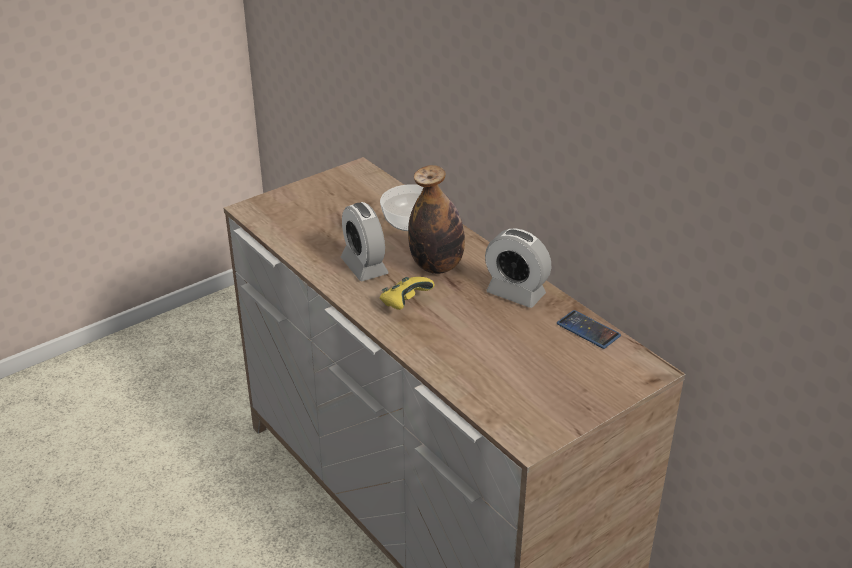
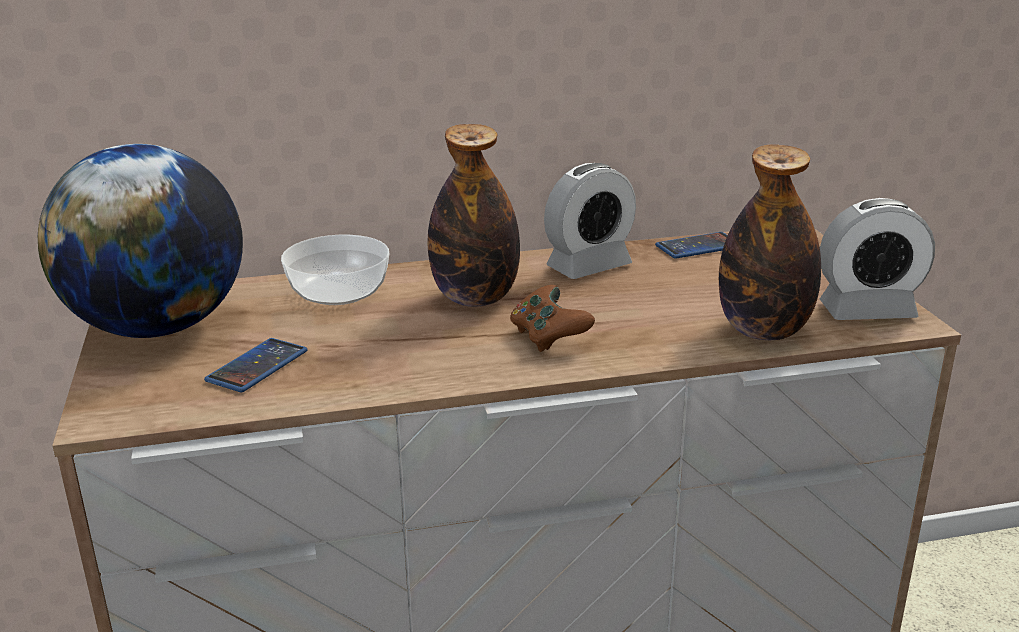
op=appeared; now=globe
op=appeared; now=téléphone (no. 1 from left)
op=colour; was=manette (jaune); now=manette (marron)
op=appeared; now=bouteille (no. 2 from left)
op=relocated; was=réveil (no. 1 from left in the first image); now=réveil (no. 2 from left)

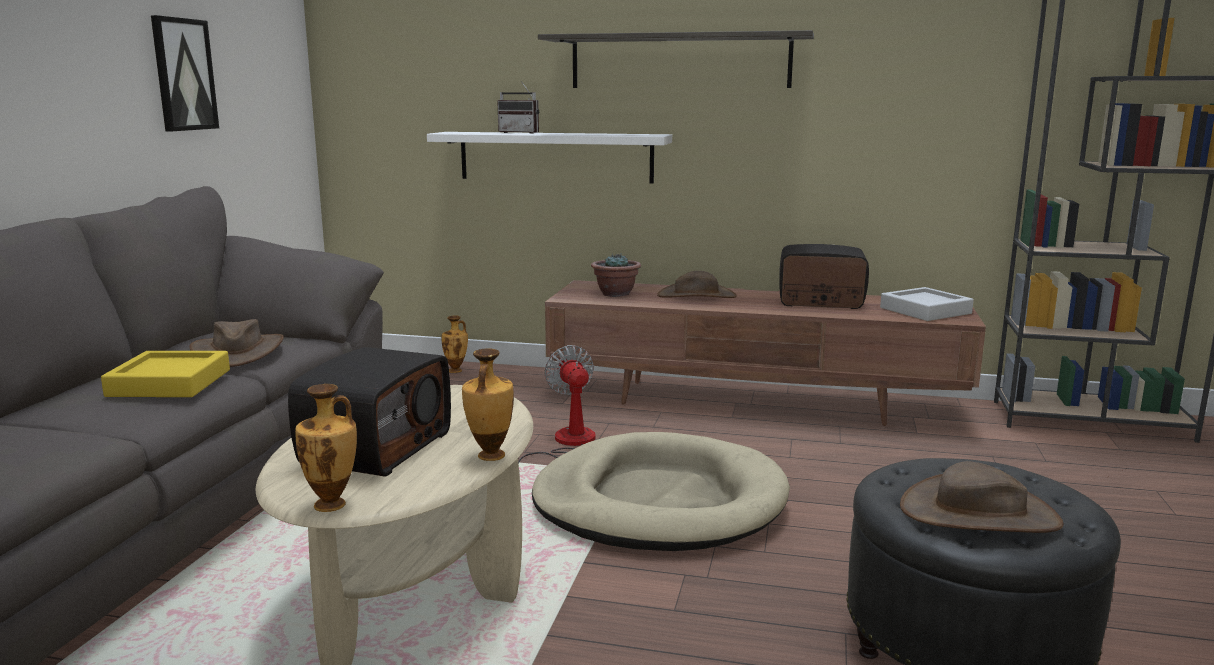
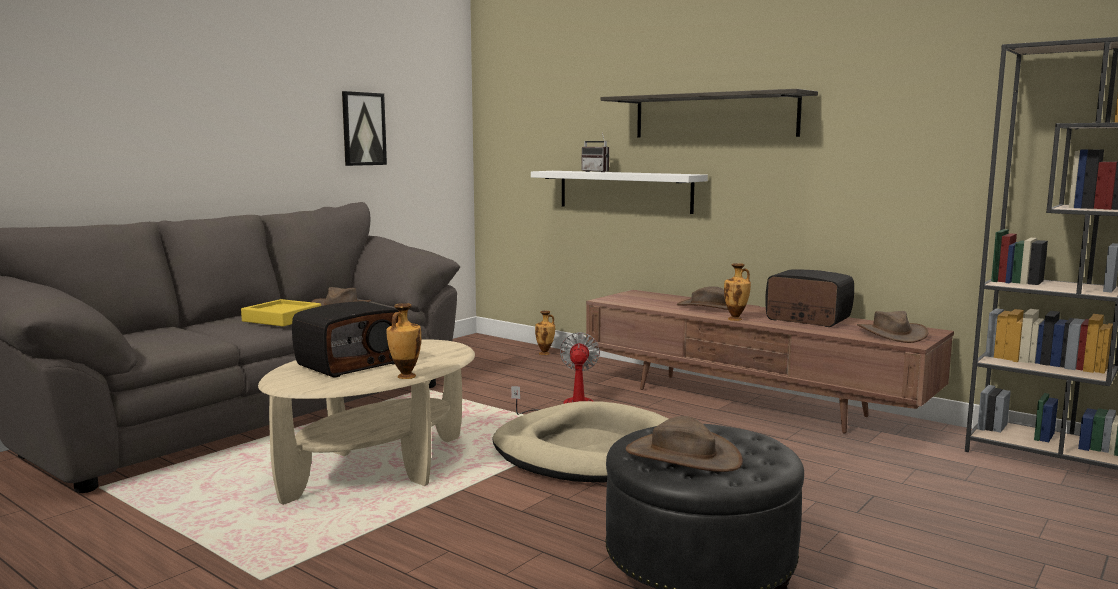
op=relocated; was=vase (no. 1 from left in the first image); now=vase (no. 3 from left)
op=exchanged; was=plateau (gris); now=chapeau (marron) (no. 4 from left)
op=missing; was=plante en pot

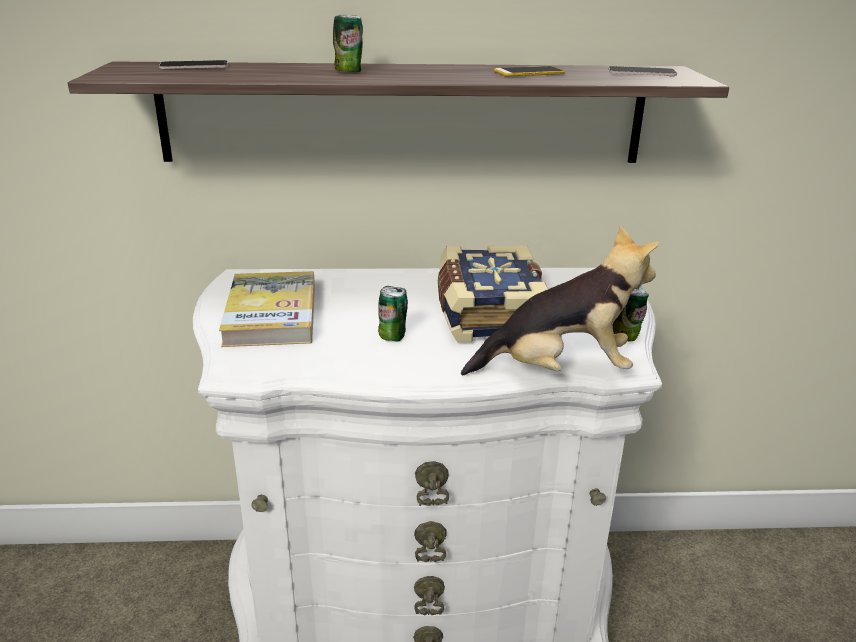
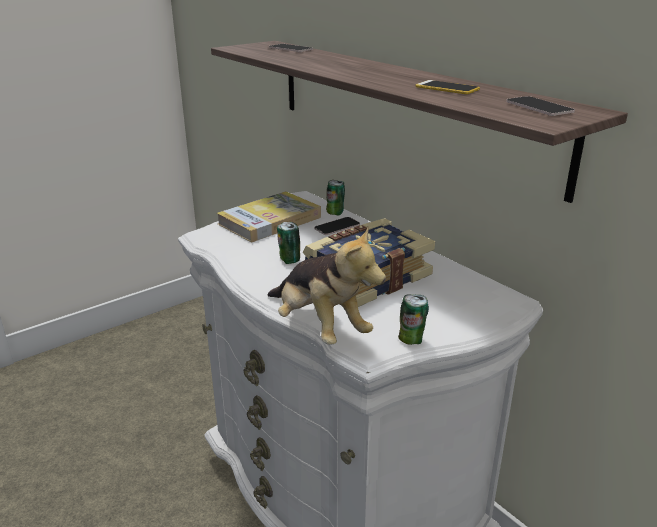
op=appeared; now=téléphone (no. 2 from left)
op=relocated; was=boîte métallique (no. 1 from left in the first image); now=boîte métallique (no. 2 from left)

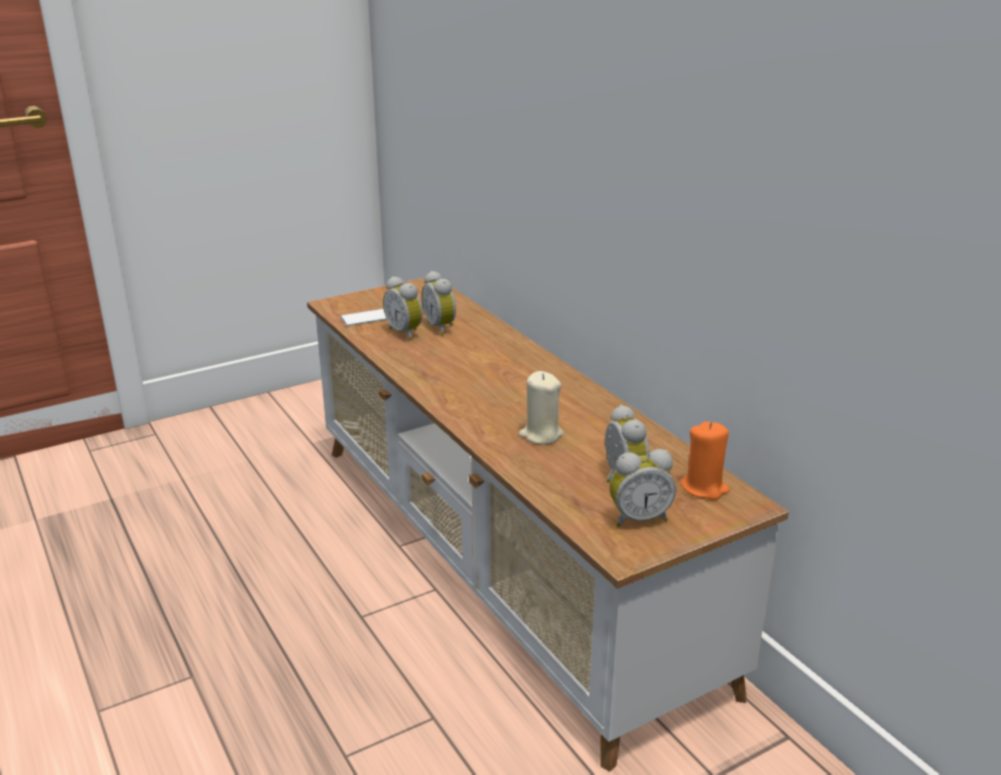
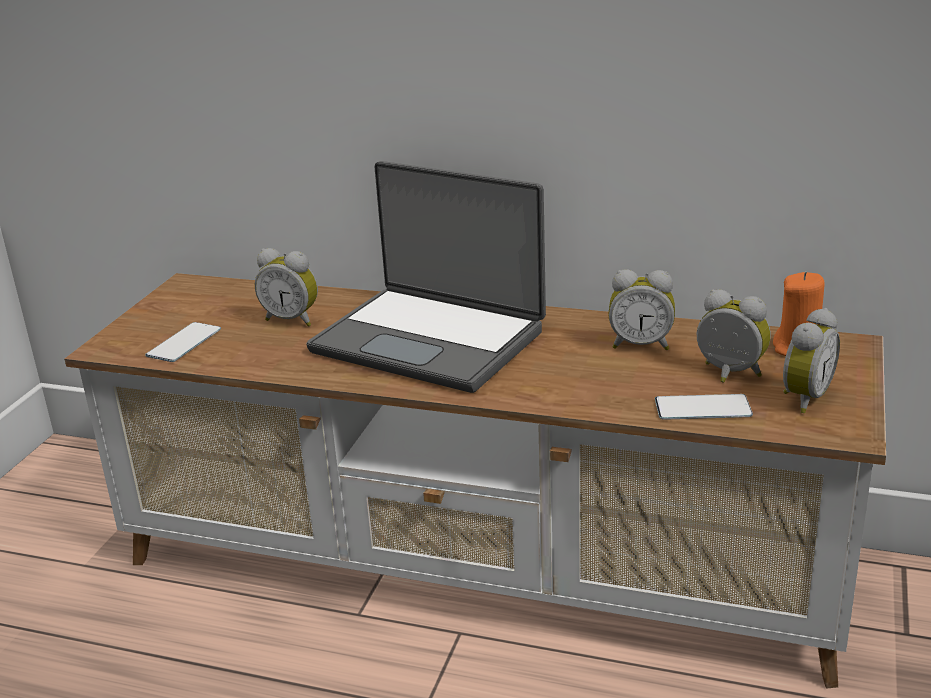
op=appeared; now=ordinateur portable
op=relocated; was=réveil (no. 1 from left in the first image); now=réveil (no. 2 from left)
op=appeared; now=téléphone (no. 2 from left)
op=missing; was=bougie (beige)

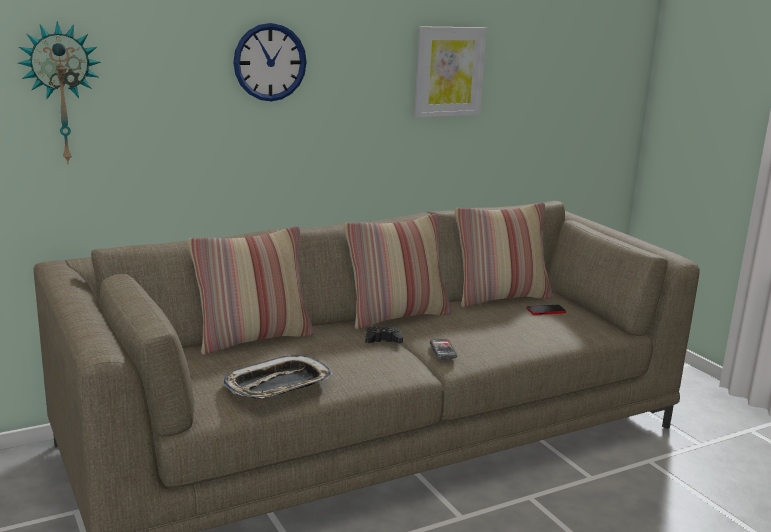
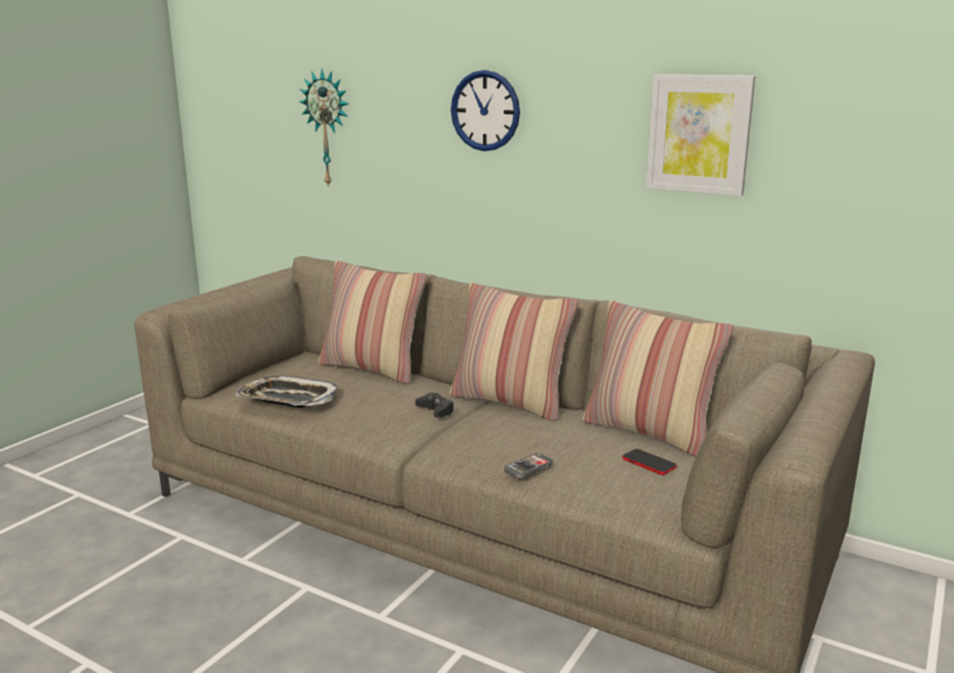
op=relocated; was=téléphone (no. 1 from left)

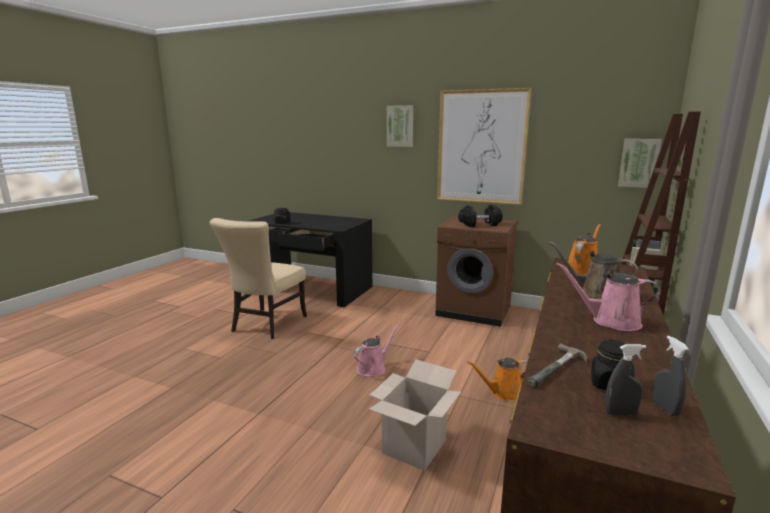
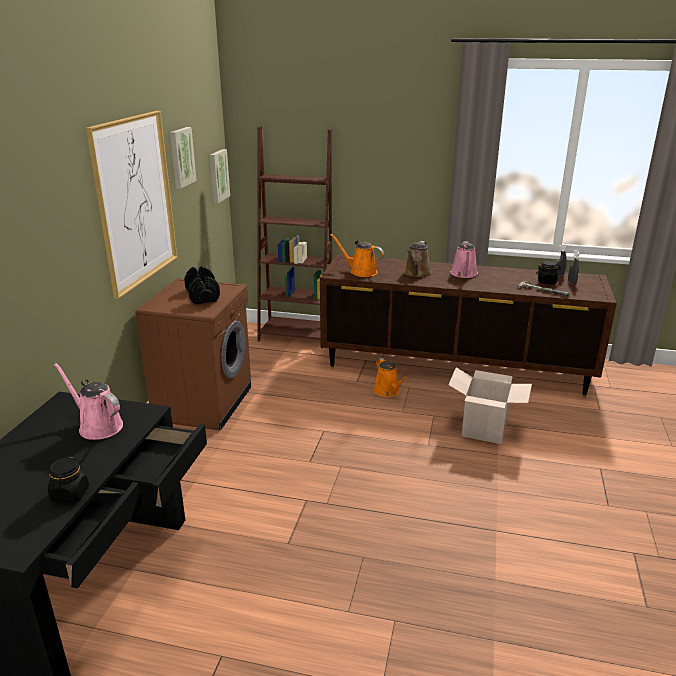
op=relocated; was=arrosoir (rose) (no. 1 from left)
op=relocated; was=tableau (no. 1 from left in the first image); now=tableau (no. 2 from left)
op=missing; was=chaise (beige)

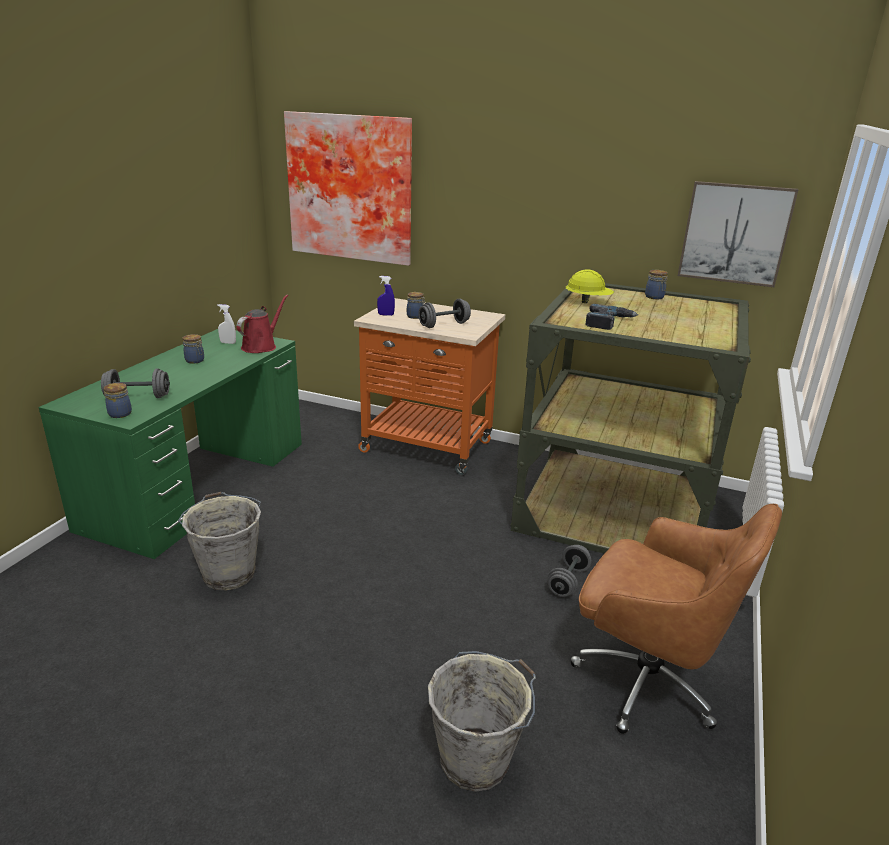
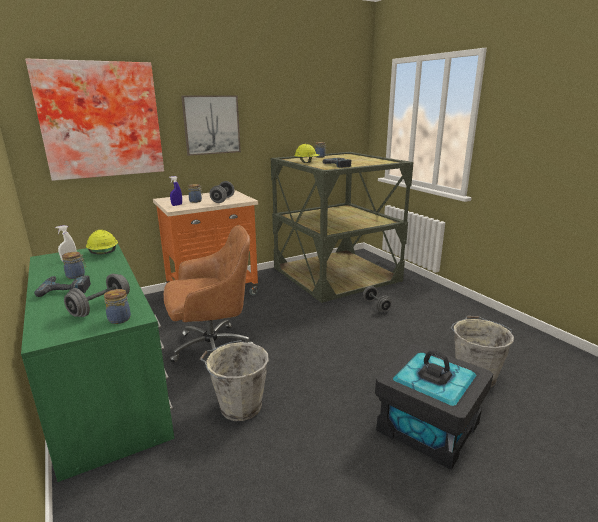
op=appeared; now=perceuse (no. 1 from left)
op=exchanged; was=arrosoir (rouge); now=casque de chantier (jaune) (no. 1 from left)
op=relocated; was=chaise de bureau (marron)
op=relocated; was=tableau (no. 2 from left)
op=appeared; now=boîte de rangement (noir)

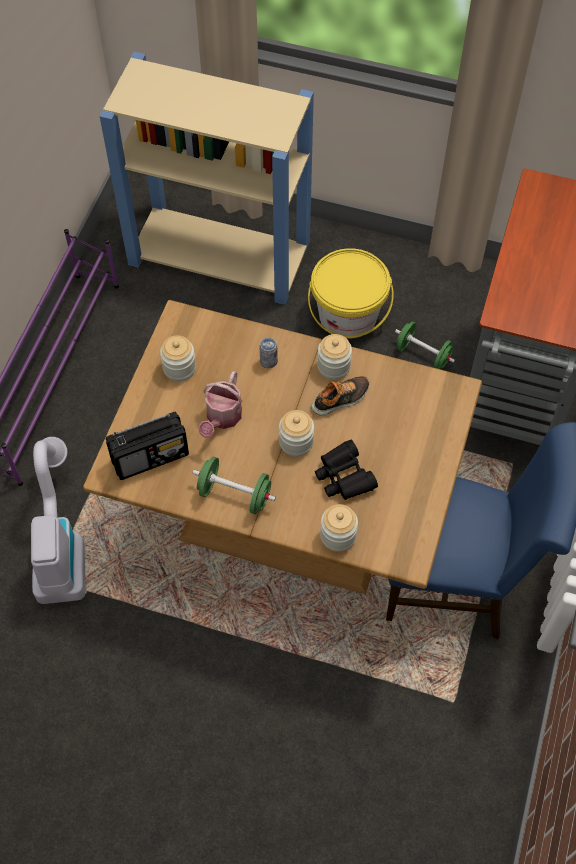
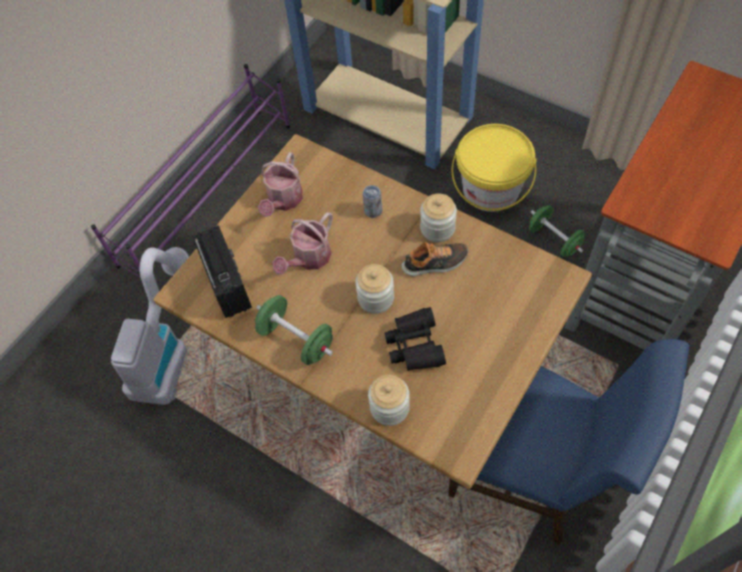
op=spun; was=radio; clockwise=-105
op=exchanged; was=bocal (no. 1 from left); now=arrosoir (no. 1 from left)

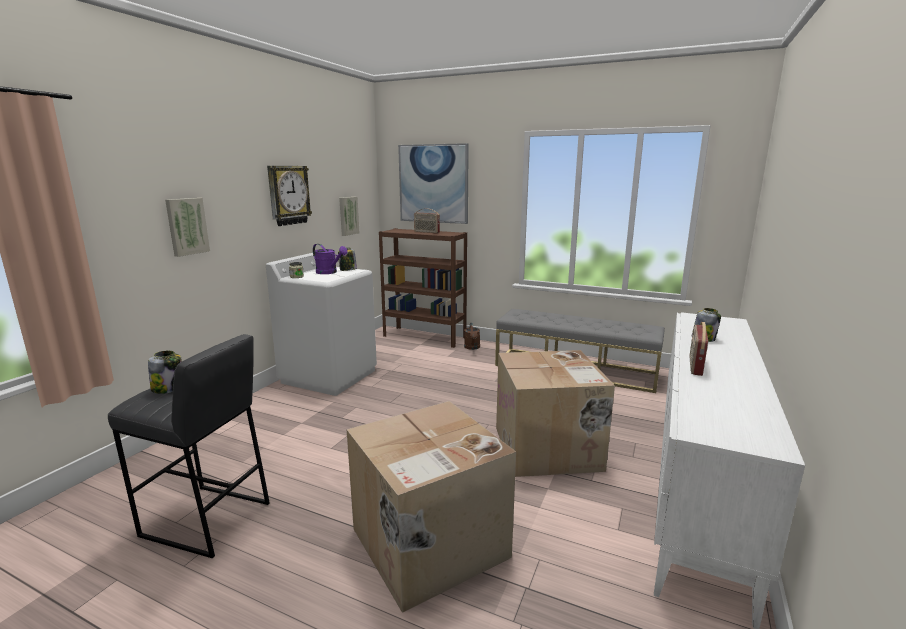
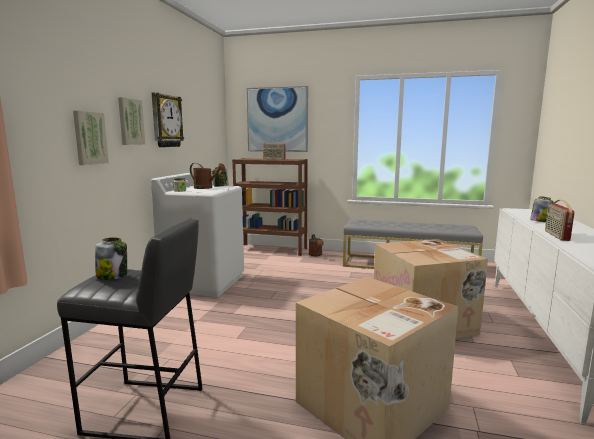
op=relocated; was=tableau (no. 2 from left)
op=colour; was=arrosoir (violet); now=arrosoir (marron) (no. 1 from left)

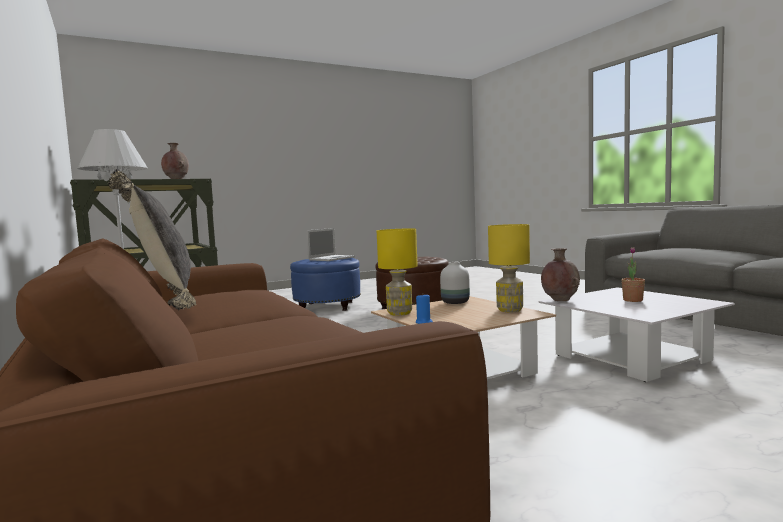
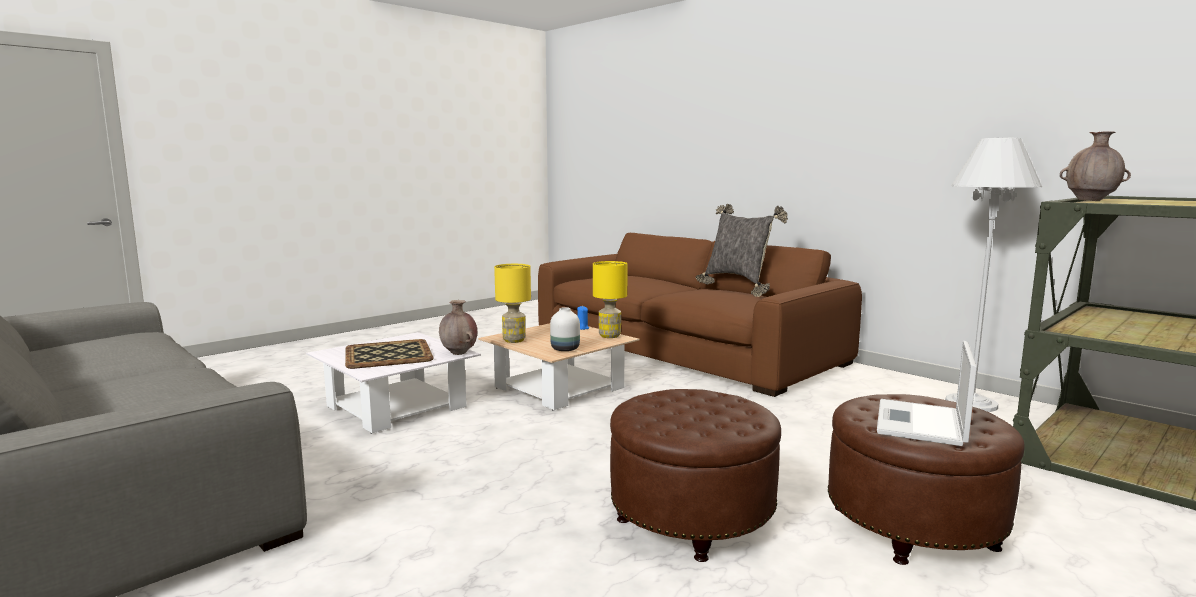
op=exchanged; was=plante en pot; now=plateau
op=colour; was=pouf (bleu); now=pouf (marron) (no. 2 from left)

